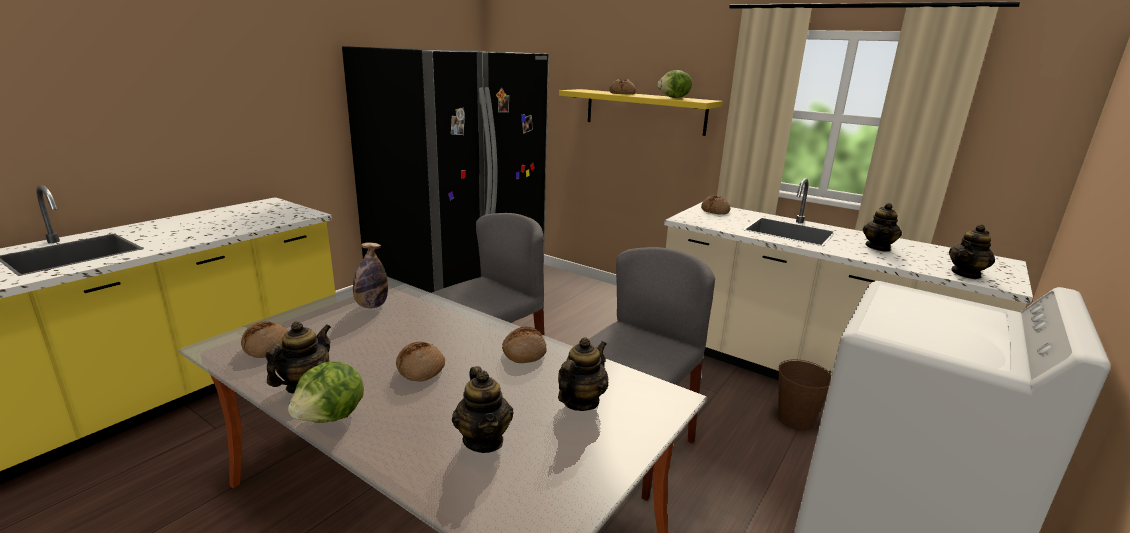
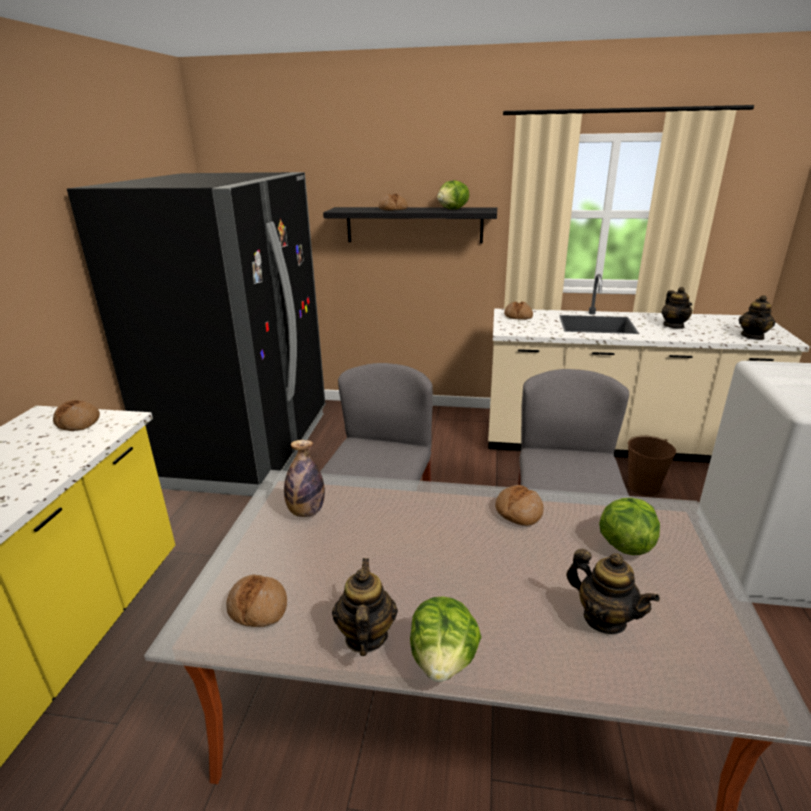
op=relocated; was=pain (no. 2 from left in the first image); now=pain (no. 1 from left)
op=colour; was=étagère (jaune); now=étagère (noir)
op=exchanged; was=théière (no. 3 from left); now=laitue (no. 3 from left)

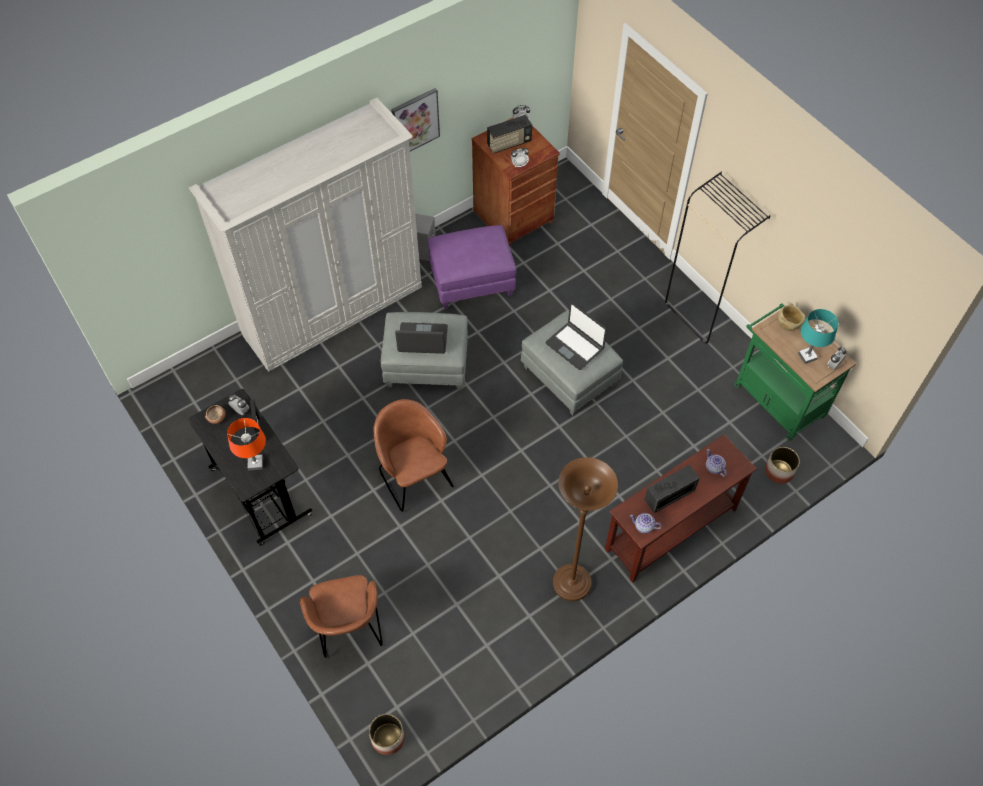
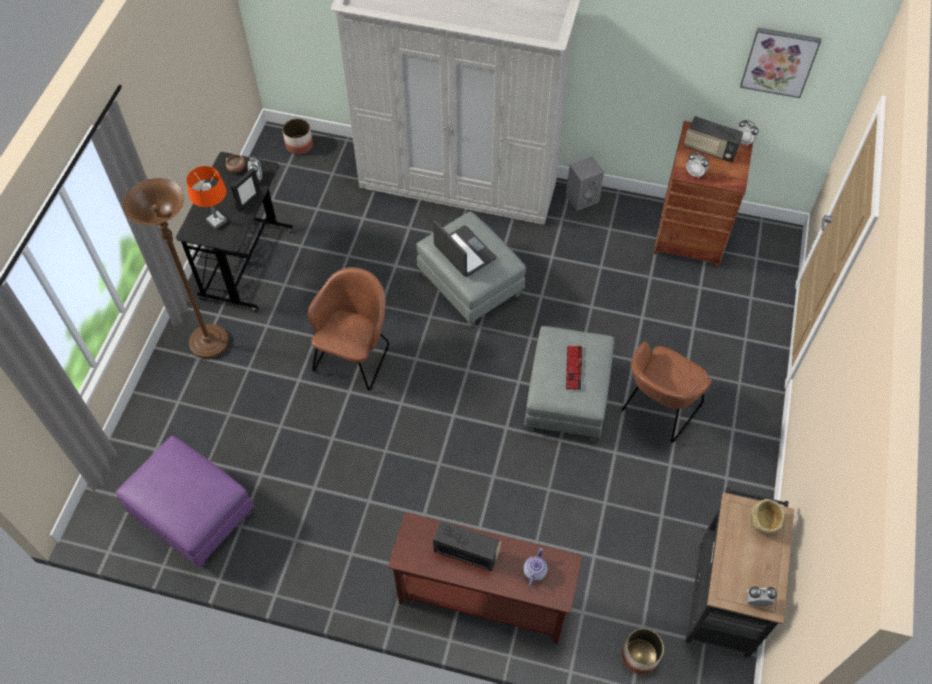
op=relocated; was=pouf (violet)
op=relocated; was=lampadaire (marron)
op=relocated; was=cache-pot (no. 1 from left)
op=exchanged; was=ordinateur portable (no. 2 from left); now=clavier
op=relocated; was=fauteuil (marron) (no. 1 from left in the first image); now=fauteuil (marron) (no. 2 from left)
op=colour; was=chariot (vert); now=chariot (noir)
op=relocated; was=tableau
op=missing; was=théière (no. 1 from left)
op=missing; was=portant (noir)
op=missing; was=lampe de table (turquoise)

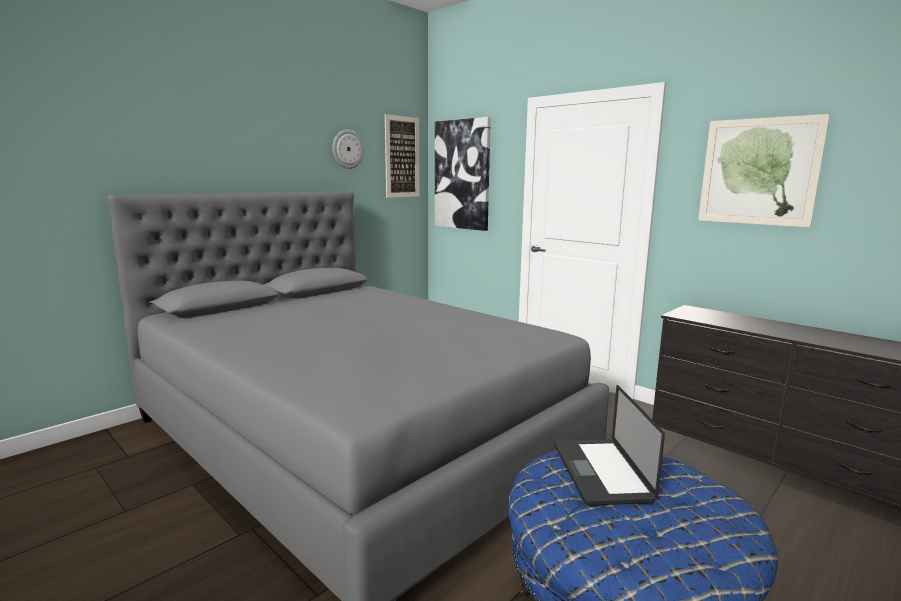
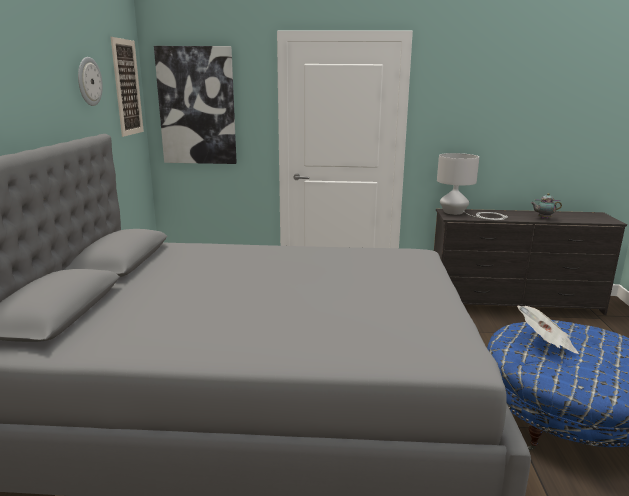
op=appeared; now=lampe de table (gris)
op=exchanged; was=ordinateur portable; now=journal
op=appeared; now=théière
op=missing; was=tableau (no. 3 from left)

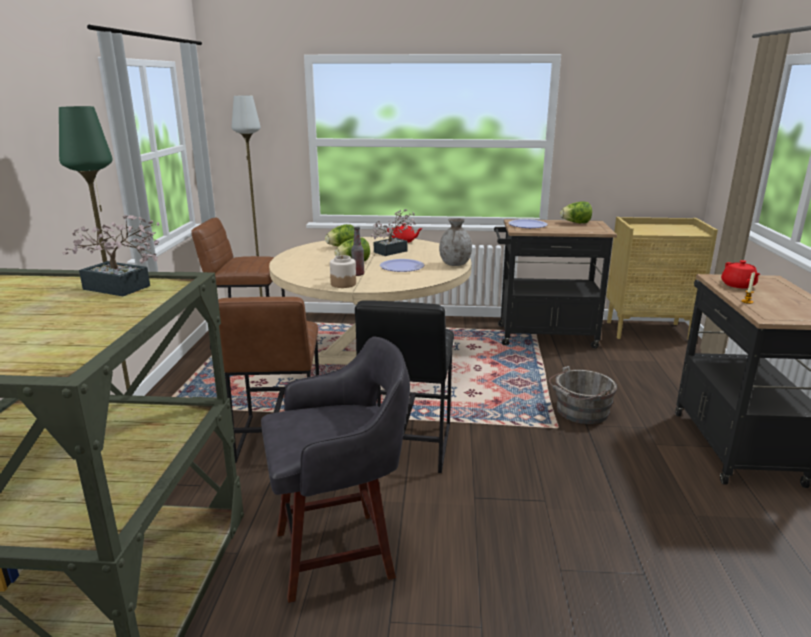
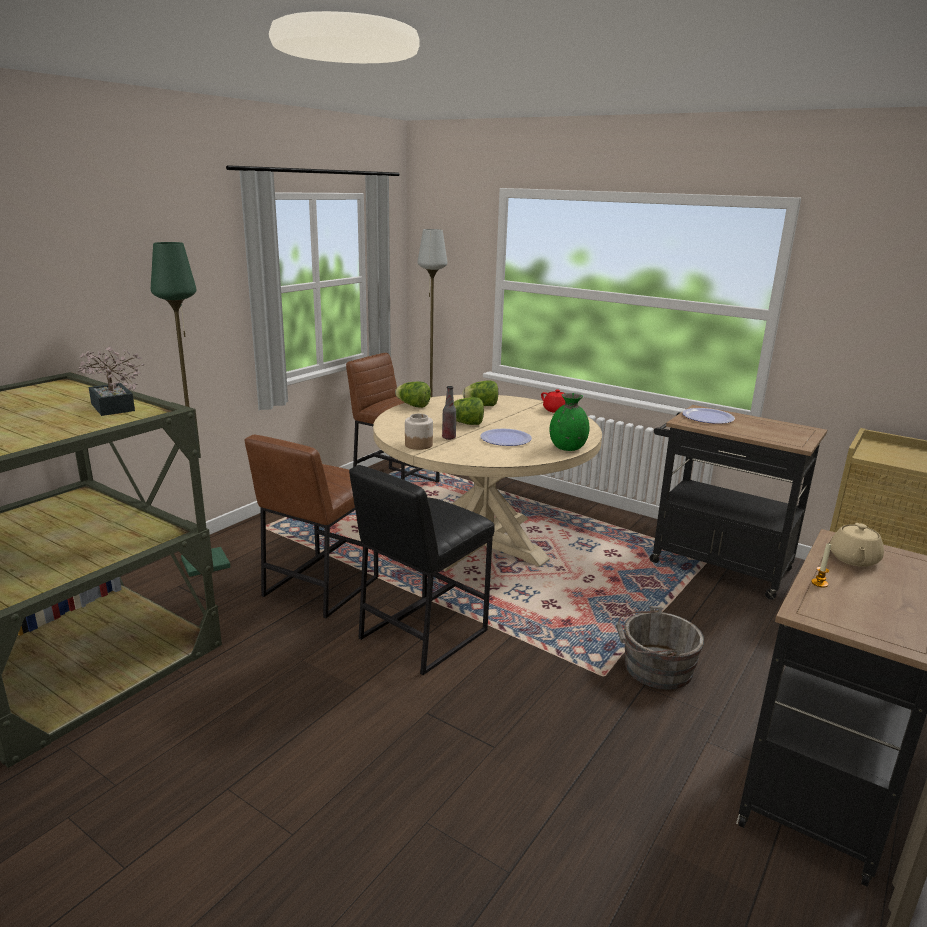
op=relocated; was=laitue (no. 3 from left in the first image); now=laitue (no. 1 from left)
op=colour; was=vase (gris); now=vase (vert)
op=colour; was=théière (rouge) (no. 2 from left); now=théière (beige)
op=missing; was=tabouret (gris)
op=missing; was=plante en pot (no. 2 from left)

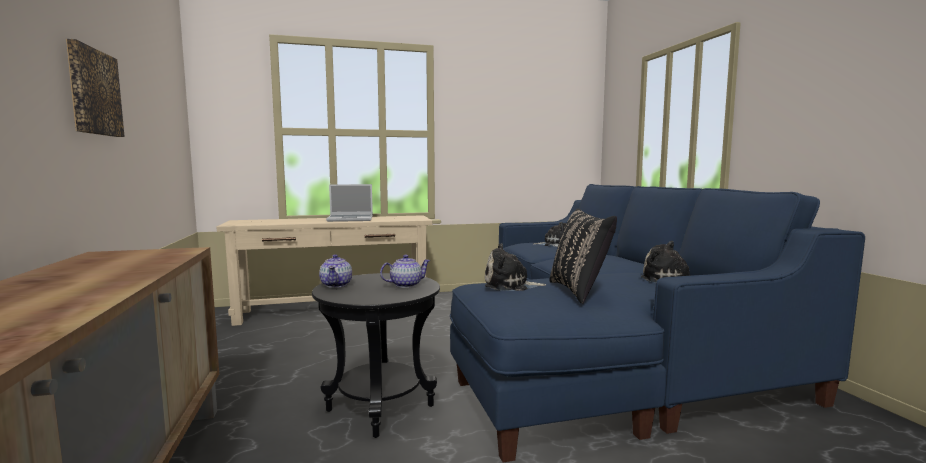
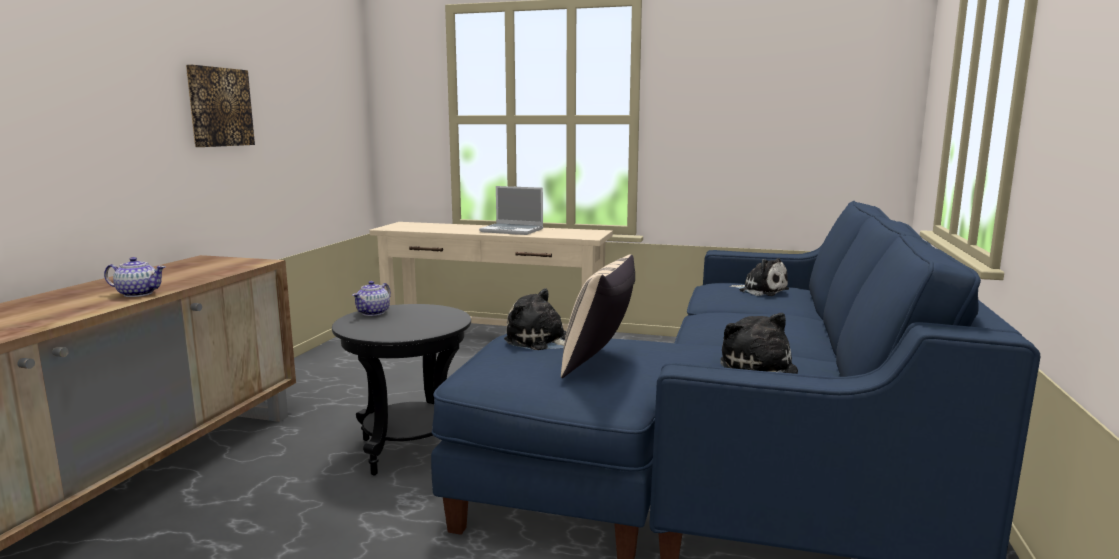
op=relocated; was=théière (no. 2 from left in the first image); now=théière (no. 1 from left)
op=colour; was=coussin (noir); now=coussin (beige)

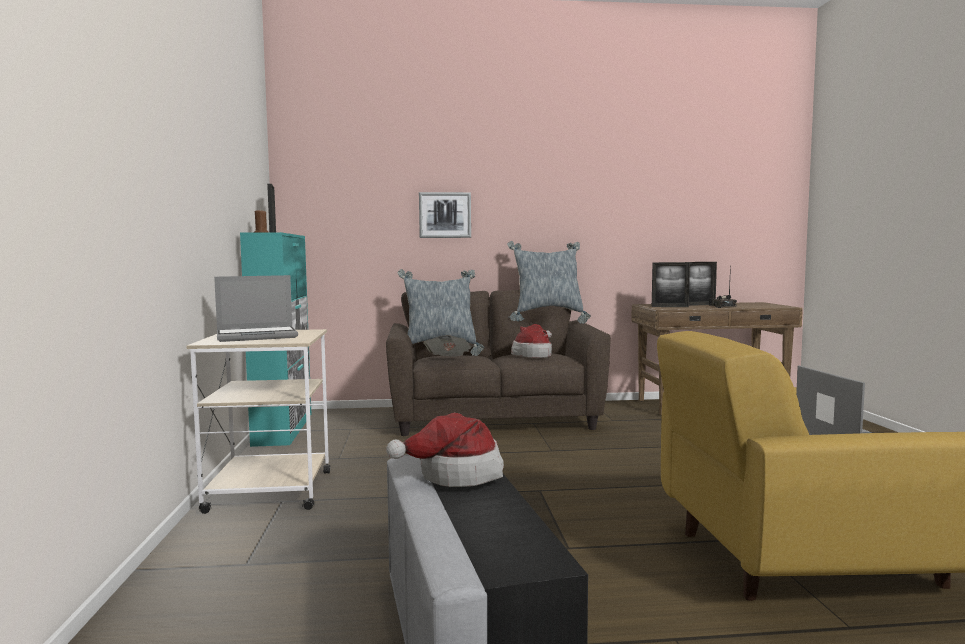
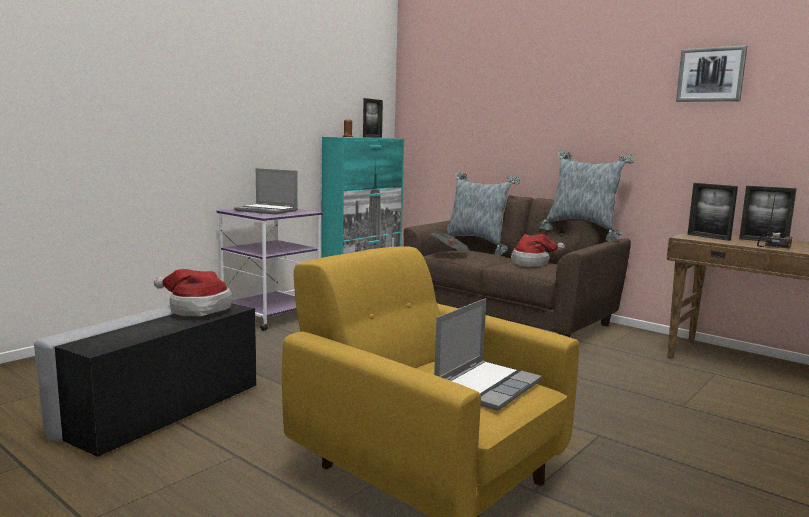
op=colour; was=chariot (beige); now=chariot (violet)
op=relocated; was=tableau

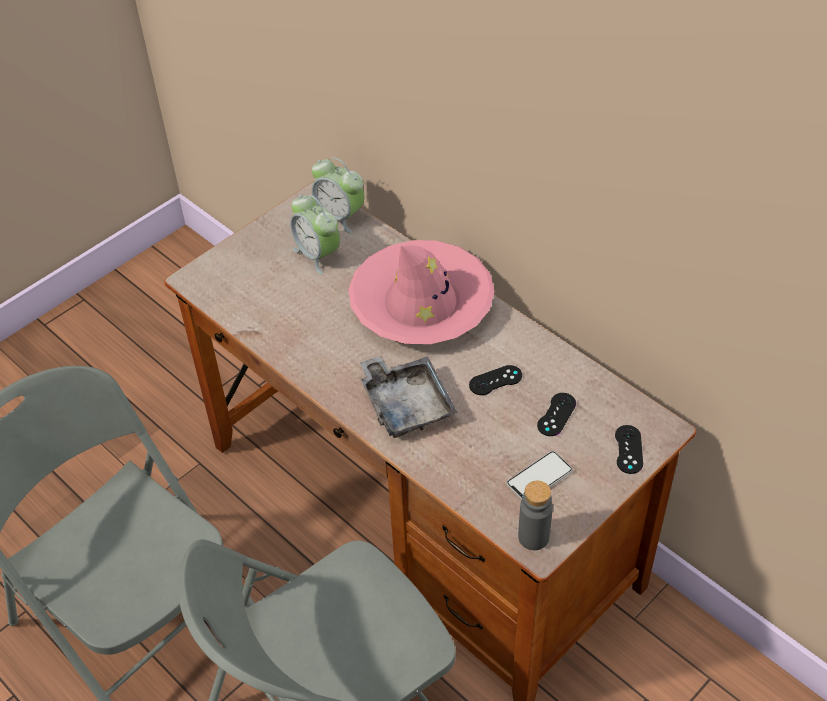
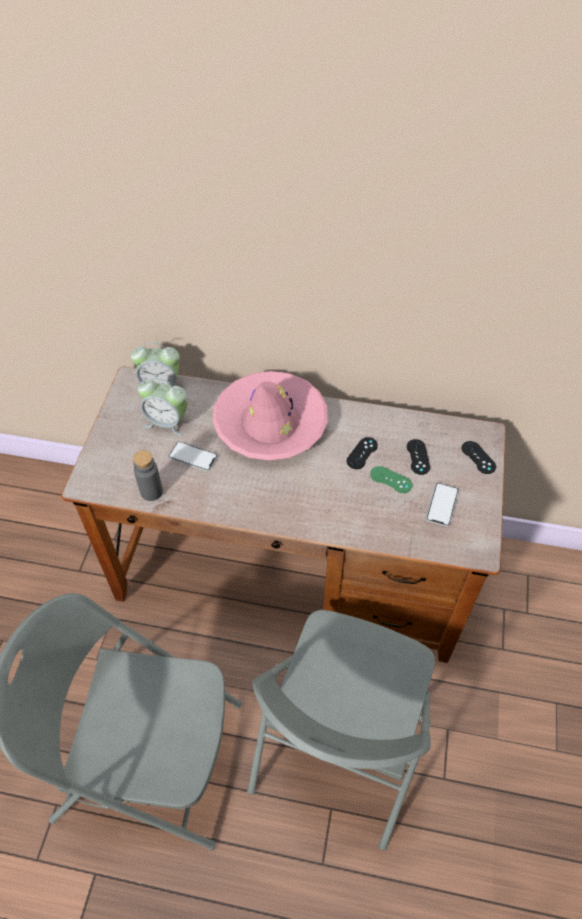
op=relocated; was=bouteille (gris)
op=appeared; now=téléphone (no. 1 from left)
op=appeared; now=manette (vert)
op=missing; was=plateau (gris)

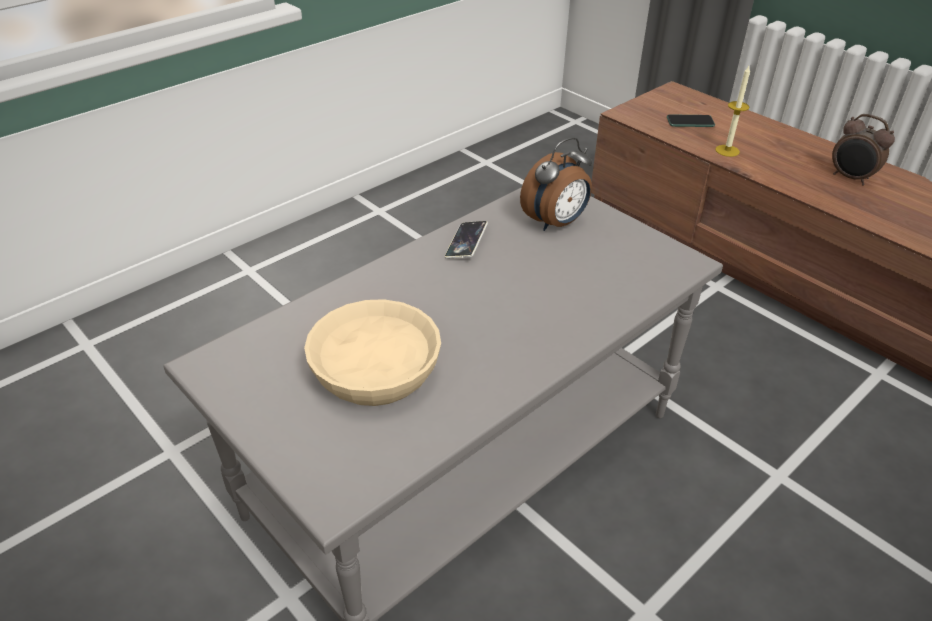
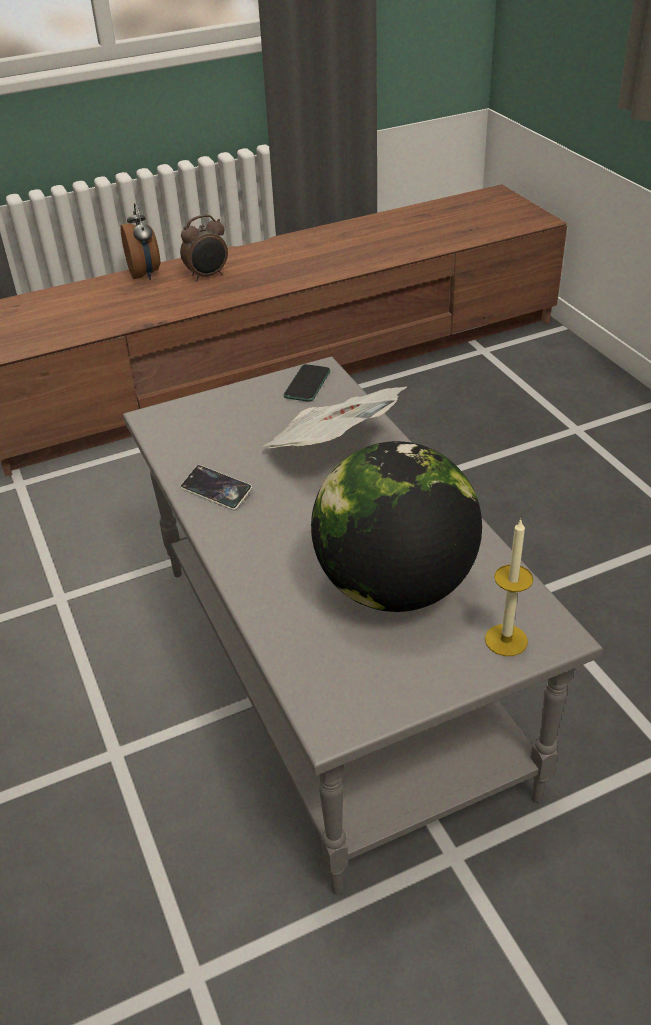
op=relocated; was=réveil (no. 1 from left)
op=appeared; now=journal
op=relocated; was=téléphone (no. 2 from left)
op=exchanged; was=bol (beige); now=globe
op=relocated; was=bougie

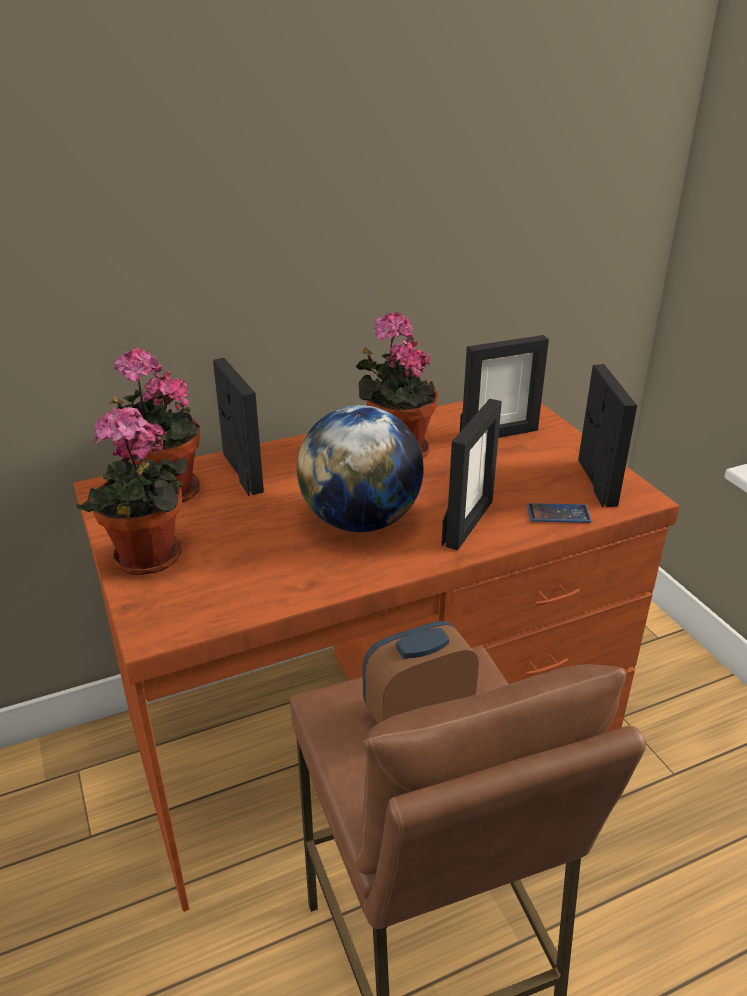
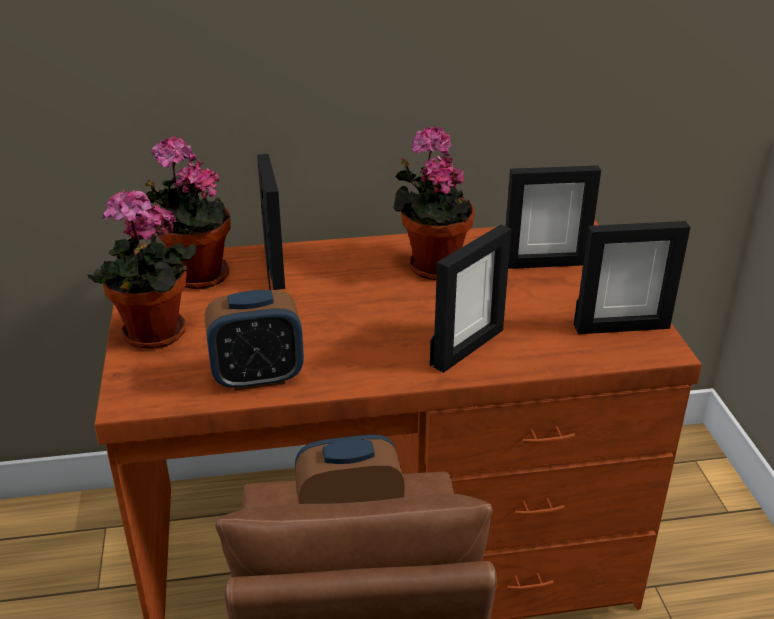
op=appeared; now=réveil (no. 1 from left)
op=spun; was=cadre photo (no. 4 from left); clockwise=75
op=missing; was=globe
op=missing; was=téléphone

